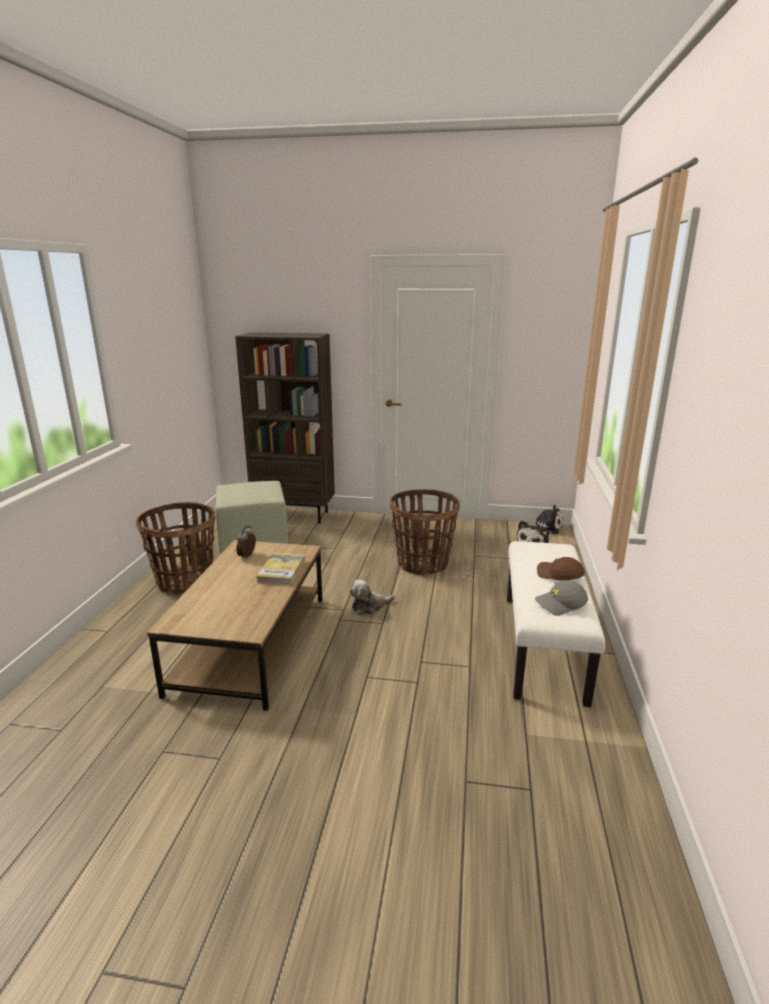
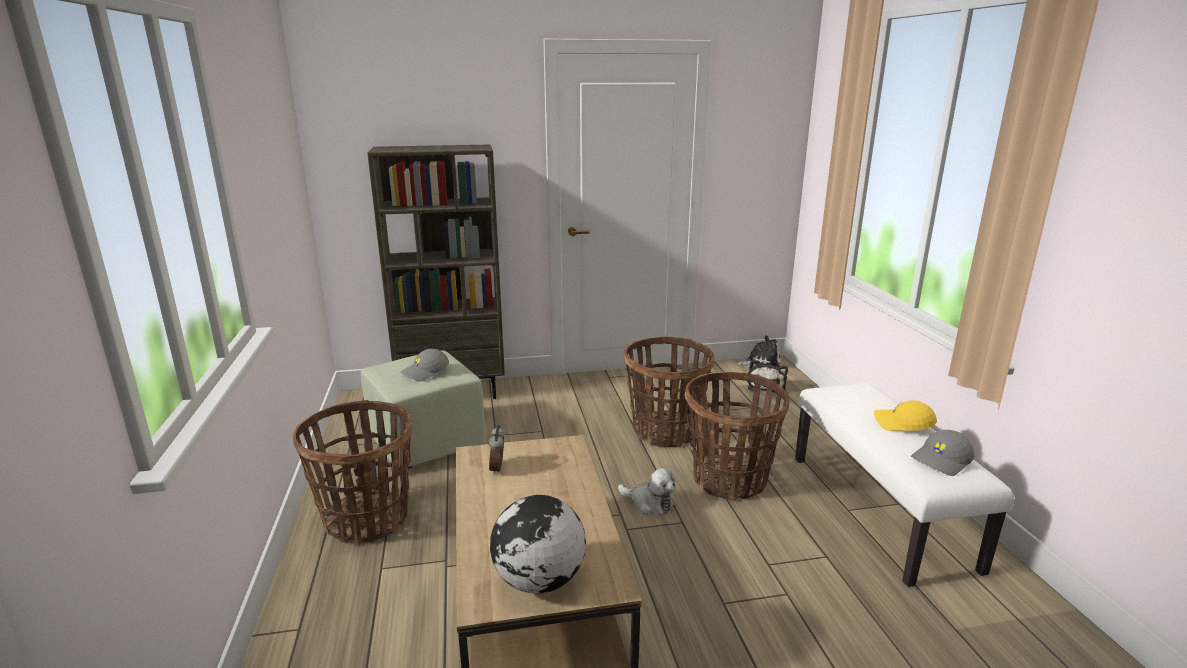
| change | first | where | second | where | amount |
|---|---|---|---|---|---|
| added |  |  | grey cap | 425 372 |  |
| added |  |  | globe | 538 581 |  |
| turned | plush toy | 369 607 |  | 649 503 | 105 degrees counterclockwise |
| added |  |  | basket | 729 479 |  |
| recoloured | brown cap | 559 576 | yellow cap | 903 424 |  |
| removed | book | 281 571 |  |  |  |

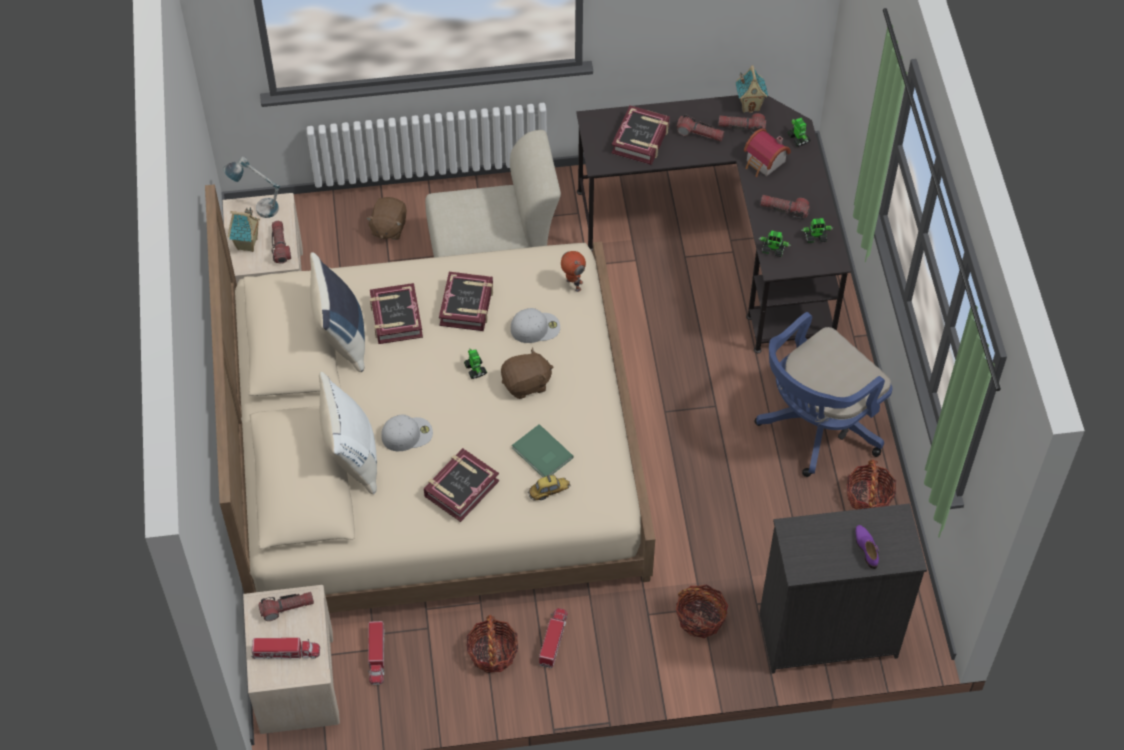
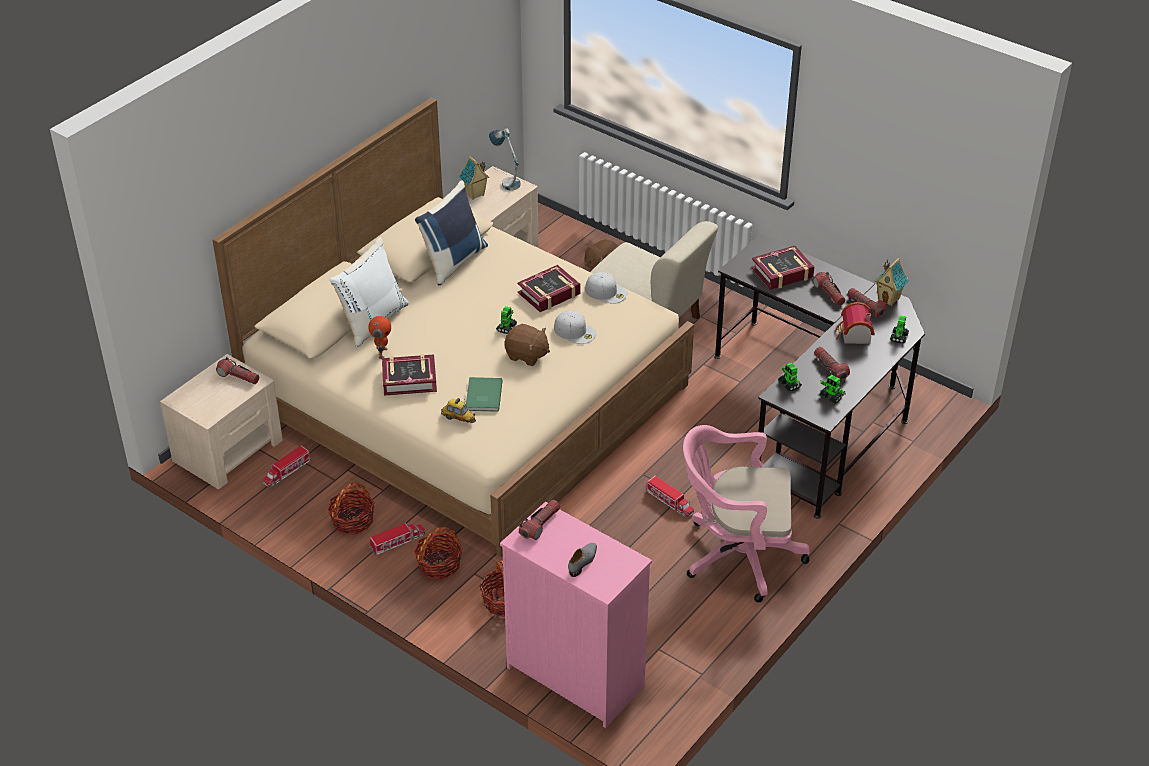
| change | first | where | second | where | amount |
|---|---|---|---|---|---|
| moved | toy robot | 572 285 |  | 382 353 |  |
| moved | basket | 868 497 |  | 439 565 |  |
| recoloured | black dresser | 826 634 | pink dresser | 575 675 |  |
| moved | flashlight | 280 246 |  | 540 524 |  |
| recoloured | purple shoe | 866 548 | grey shoe | 583 561 |  |
| moved | white cap | 407 434 |  | 606 292 |  |
| moved | toy truck | 286 652 |  | 670 502 |  |
| recoloured | blue office chair | 816 427 | pink office chair | 736 555 |  |
| removed | book | 395 318 |  |  |  |

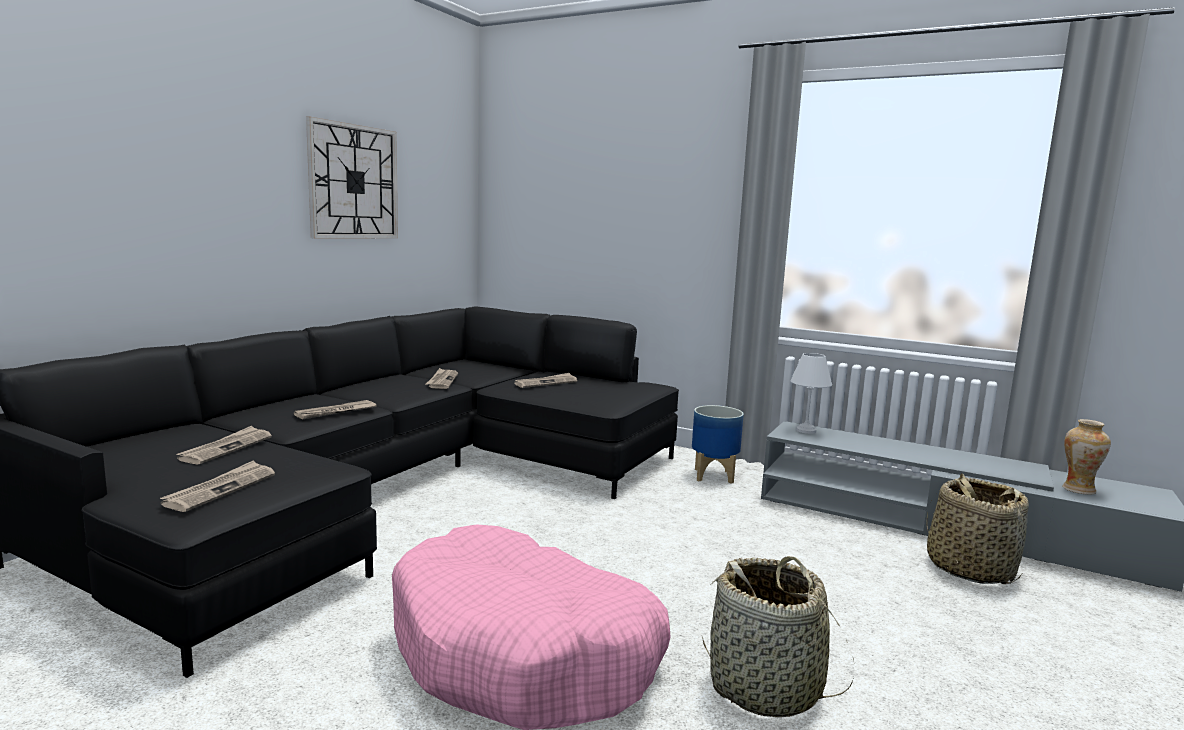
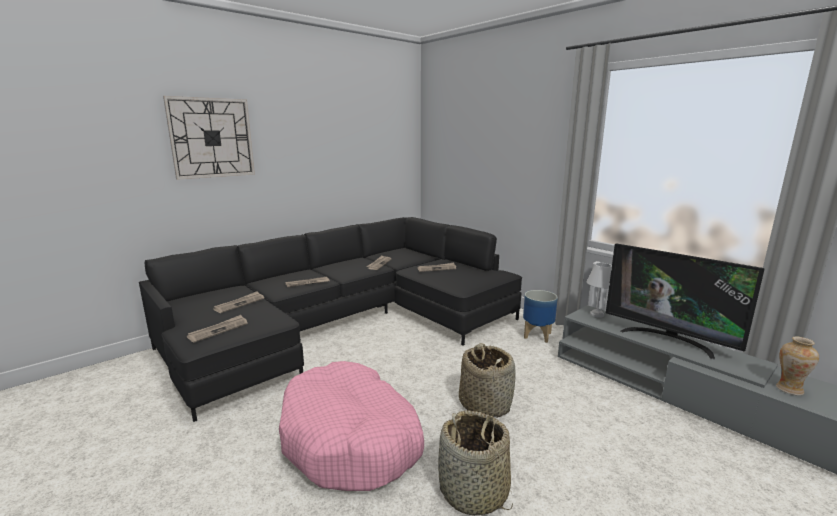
| change | first | where | second | where | amount |
|---|---|---|---|---|---|
| moved | wall clock | 354 182 |  | 212 138 |  |
| moved | basket | 969 568 |  | 485 404 |  |
| added |  |  | television | 668 339 |  |

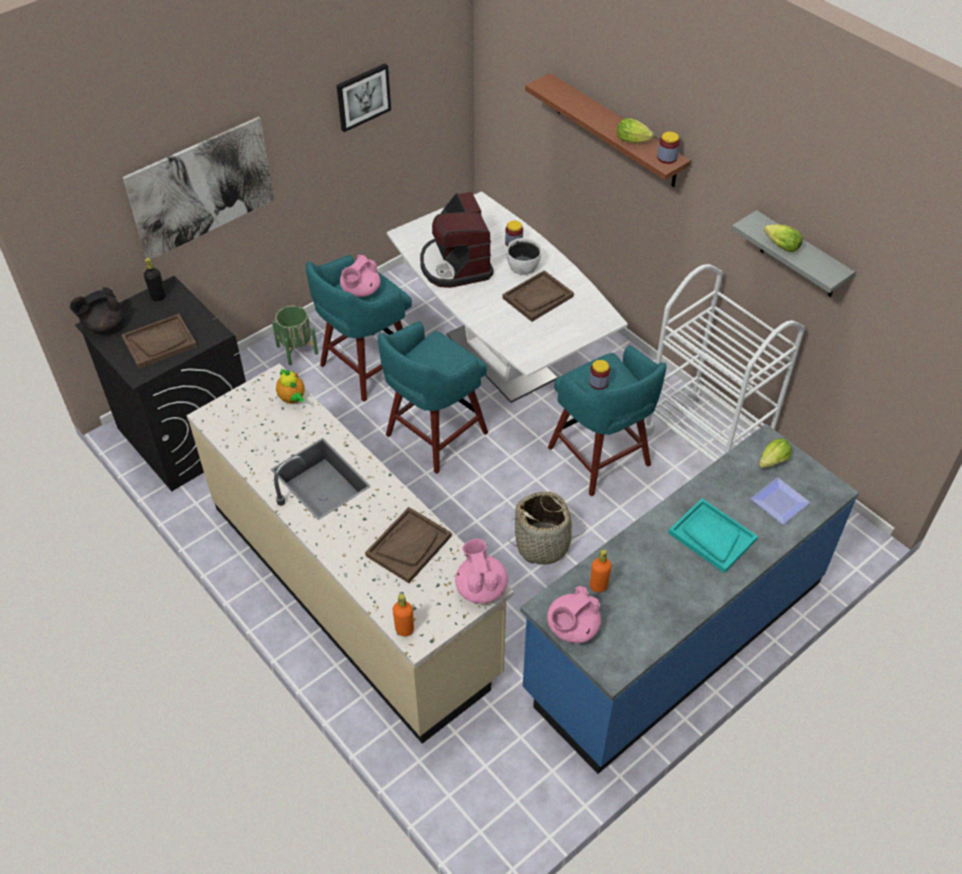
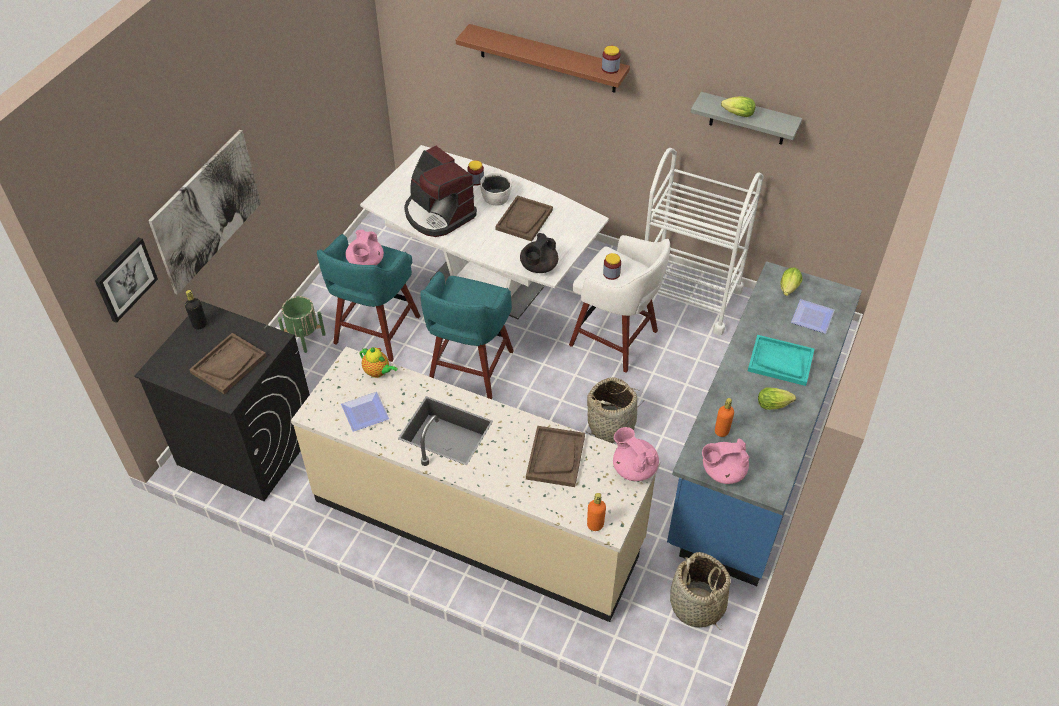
| change | first | where | second | where | amount |
|---|---|---|---|---|---|
| moved | picture | 363 96 |  | 125 279 |  |
| added |  |  | plate | 367 413 |  |
| moved | black teapot | 104 325 |  | 538 267 |  |
| recoloured | turquoise stool | 600 458 | white stool | 616 339 |  |
| added |  |  | basket | 697 605 |  |
| turned | pink teapot | 572 628 |  | 722 471 | 60 degrees clockwise |
| moved | lettuce | 634 141 |  | 775 405 |  |

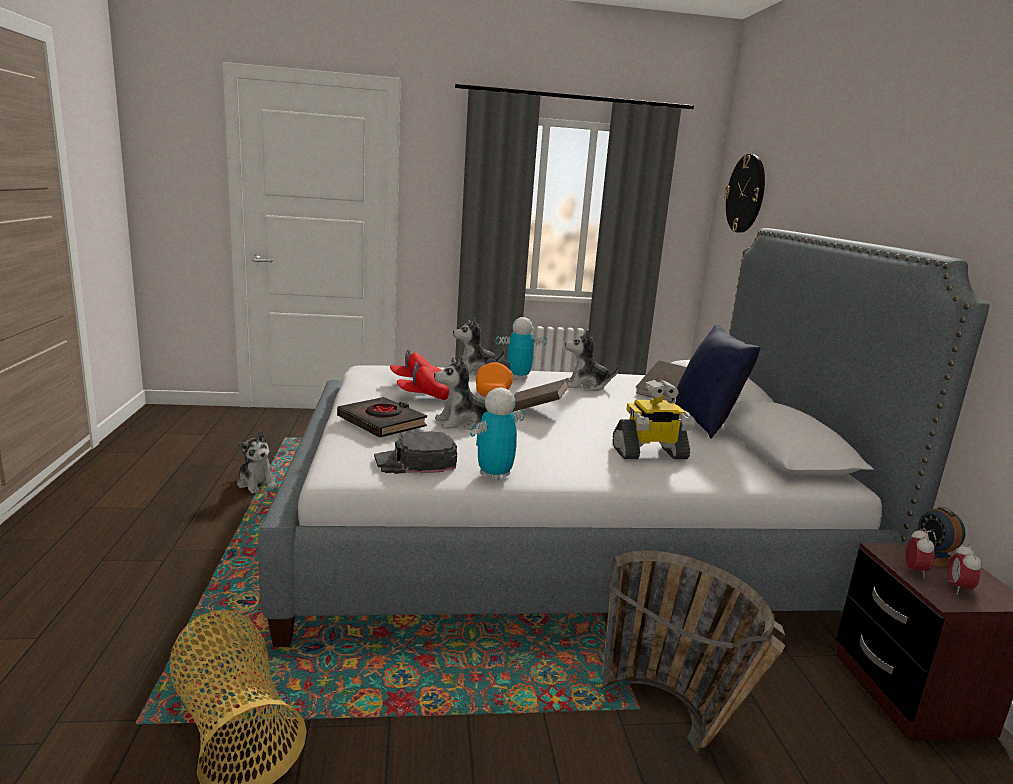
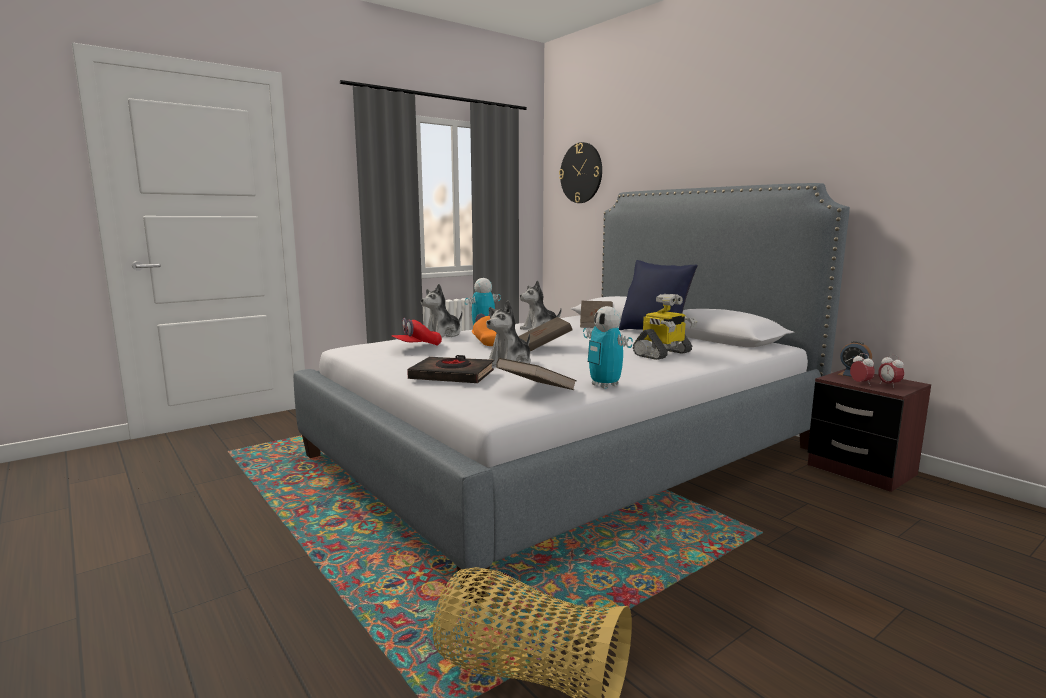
| change | first | where | second | where | amount |
|---|---|---|---|---|---|
| replaced | black cap | 416 462 | brown book | 536 391 |  |
| turned | toy robot | 494 475 |  | 605 385 | 45 degrees counterclockwise |
| removed | plush toy | 257 483 |  |  |  |
| removed | red cap | 425 396 |  |  |  |
| removed | basket | 678 725 |  |  |  |

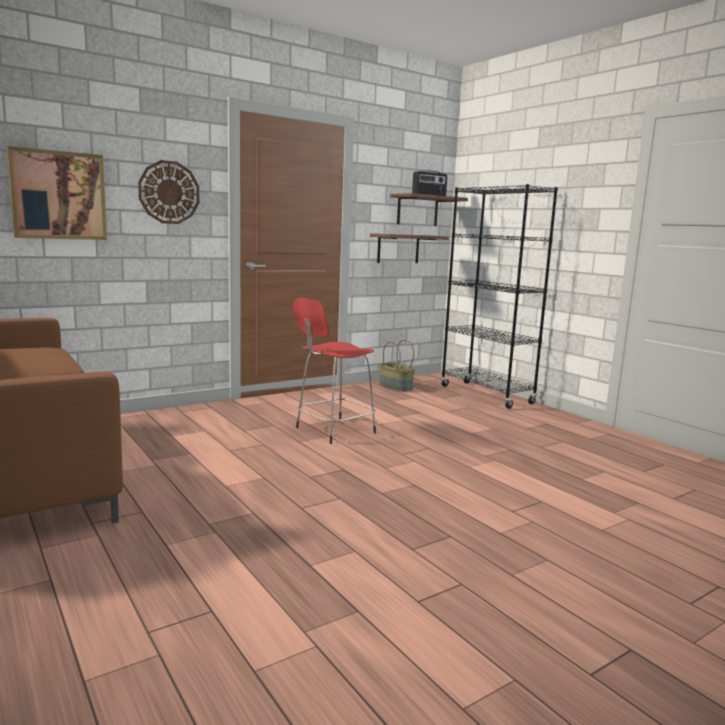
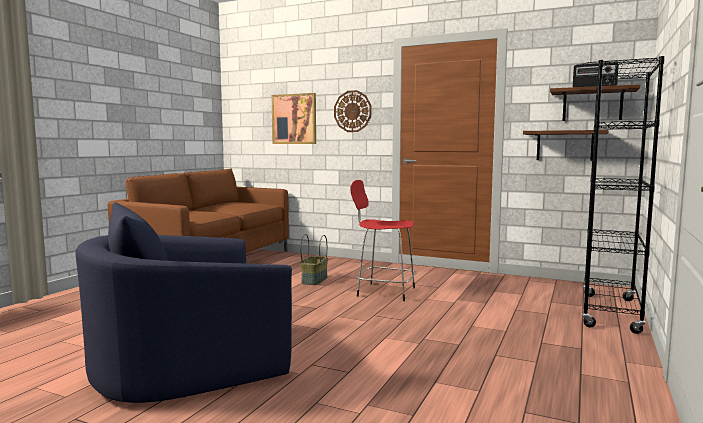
| change | first | where | second | where | amount |
|---|---|---|---|---|---|
| added |  |  | blue armchair | 188 365 |  |
| moved | basket | 395 387 |  | 314 280 |  |

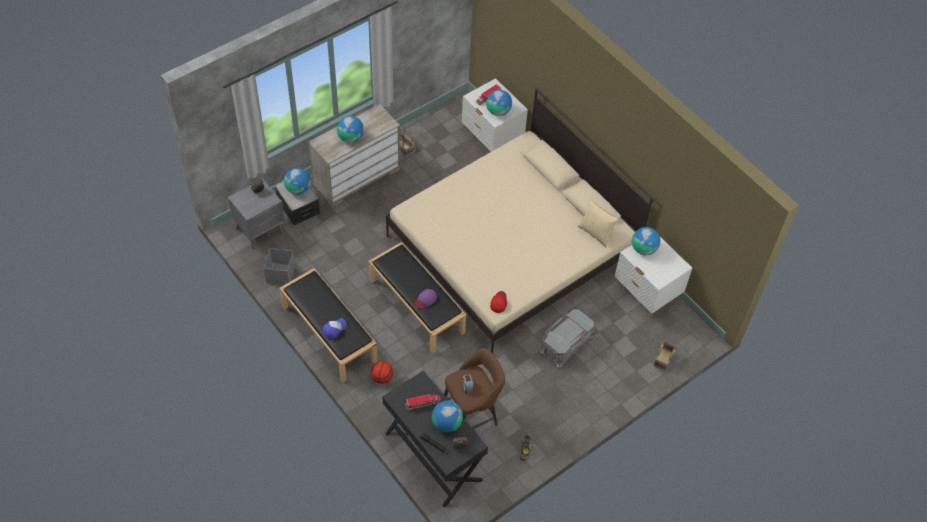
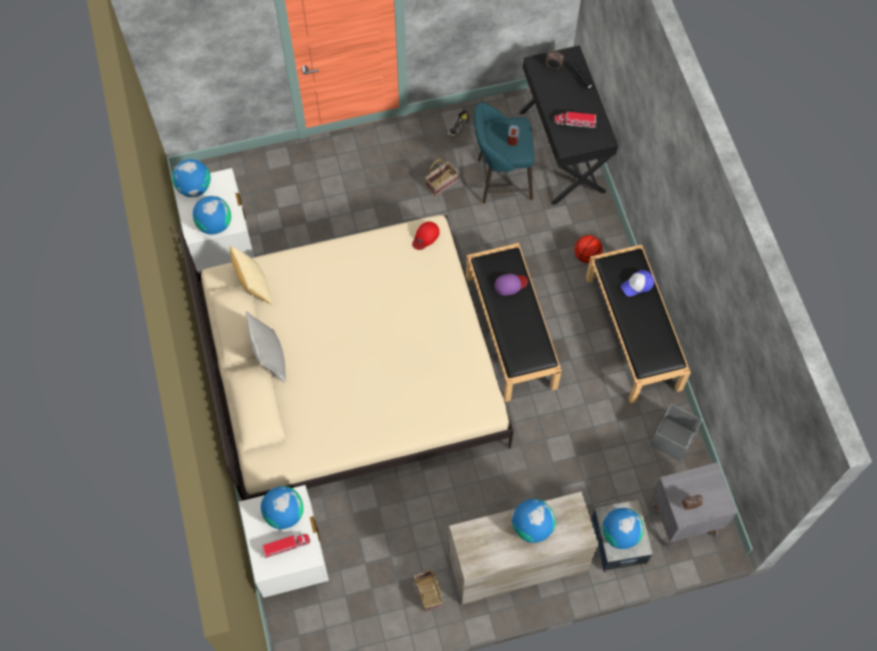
| change | first | where | second | where | amount |
|---|---|---|---|---|---|
| moved | globe | 446 423 |  | 194 187 |  |
| added |  |  | grey pillow | 270 358 |  |
| moved | basket | 663 360 |  | 442 183 |  |
| recoloured | brown stool | 472 414 | turquoise stool | 500 180 |  |
| removed | grey storage box | 566 345 |  |  |  |

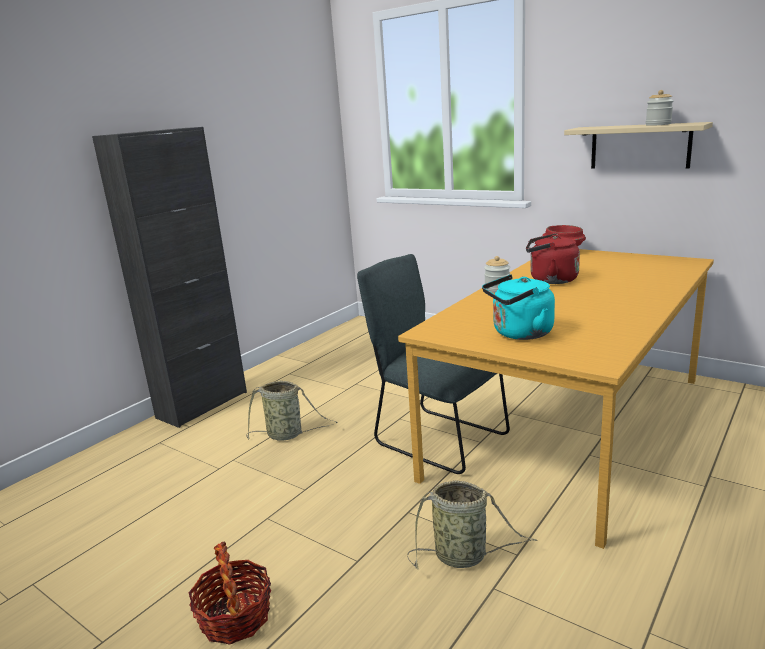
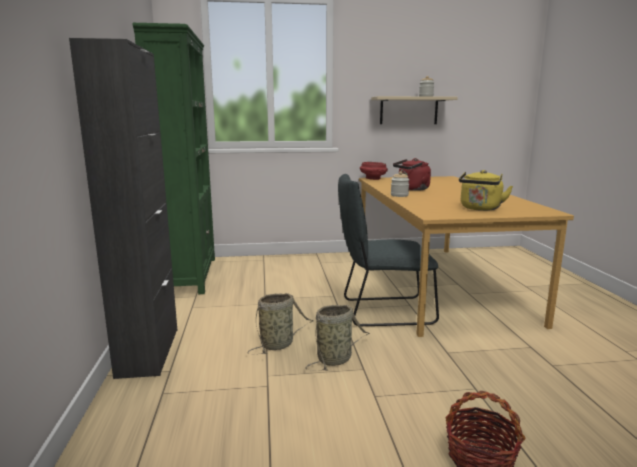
| change | first | where | second | where | amount |
|---|---|---|---|---|---|
| added |  |  | green bookcase | 190 275 |  |
| moved | basket | 464 556 |  | 336 359 |  |
| recoloured | turquoise kettle | 519 334 | yellow kettle | 480 209 |  |

